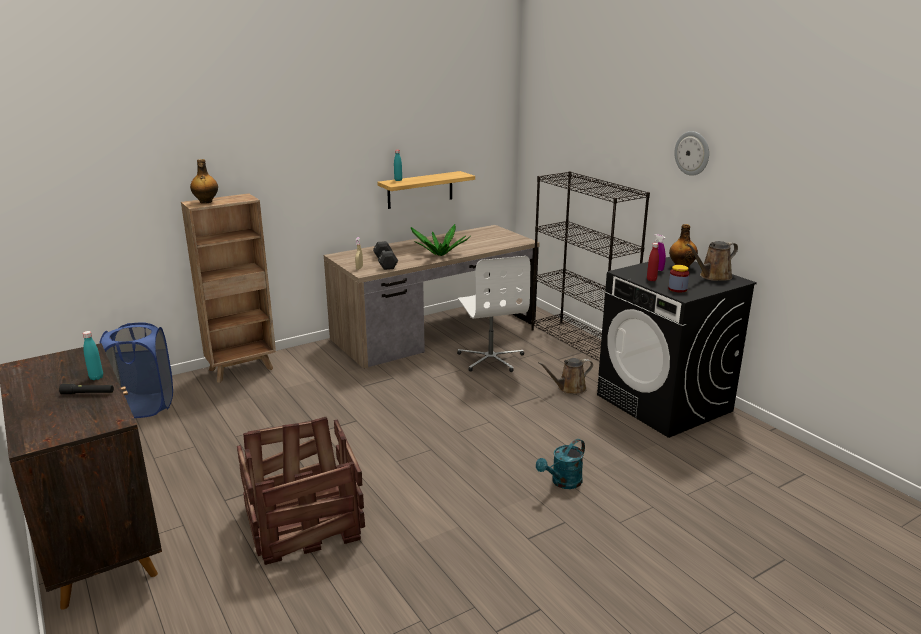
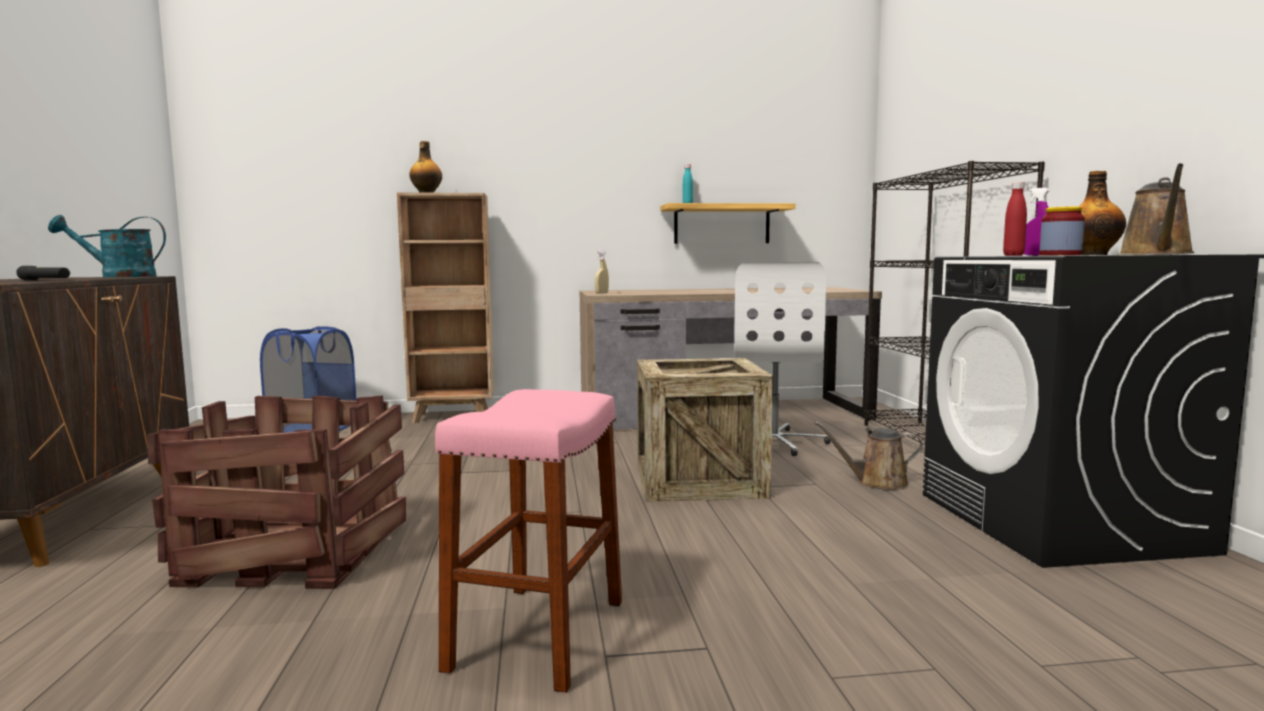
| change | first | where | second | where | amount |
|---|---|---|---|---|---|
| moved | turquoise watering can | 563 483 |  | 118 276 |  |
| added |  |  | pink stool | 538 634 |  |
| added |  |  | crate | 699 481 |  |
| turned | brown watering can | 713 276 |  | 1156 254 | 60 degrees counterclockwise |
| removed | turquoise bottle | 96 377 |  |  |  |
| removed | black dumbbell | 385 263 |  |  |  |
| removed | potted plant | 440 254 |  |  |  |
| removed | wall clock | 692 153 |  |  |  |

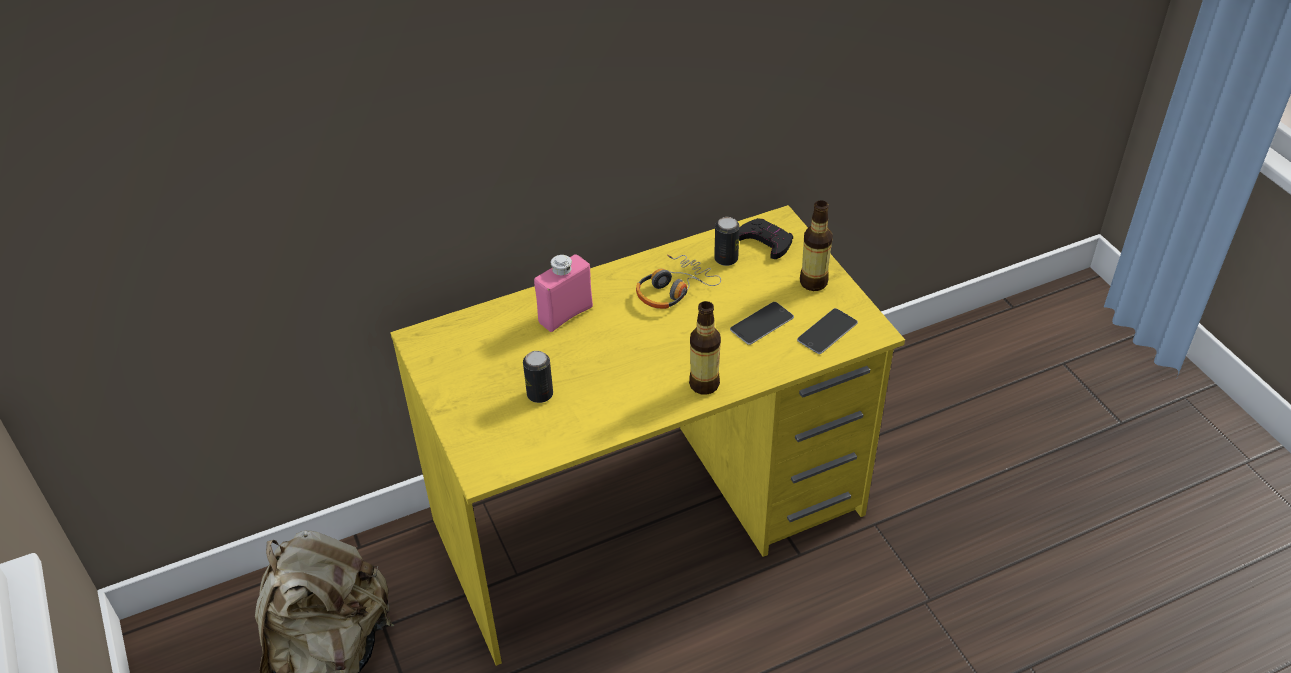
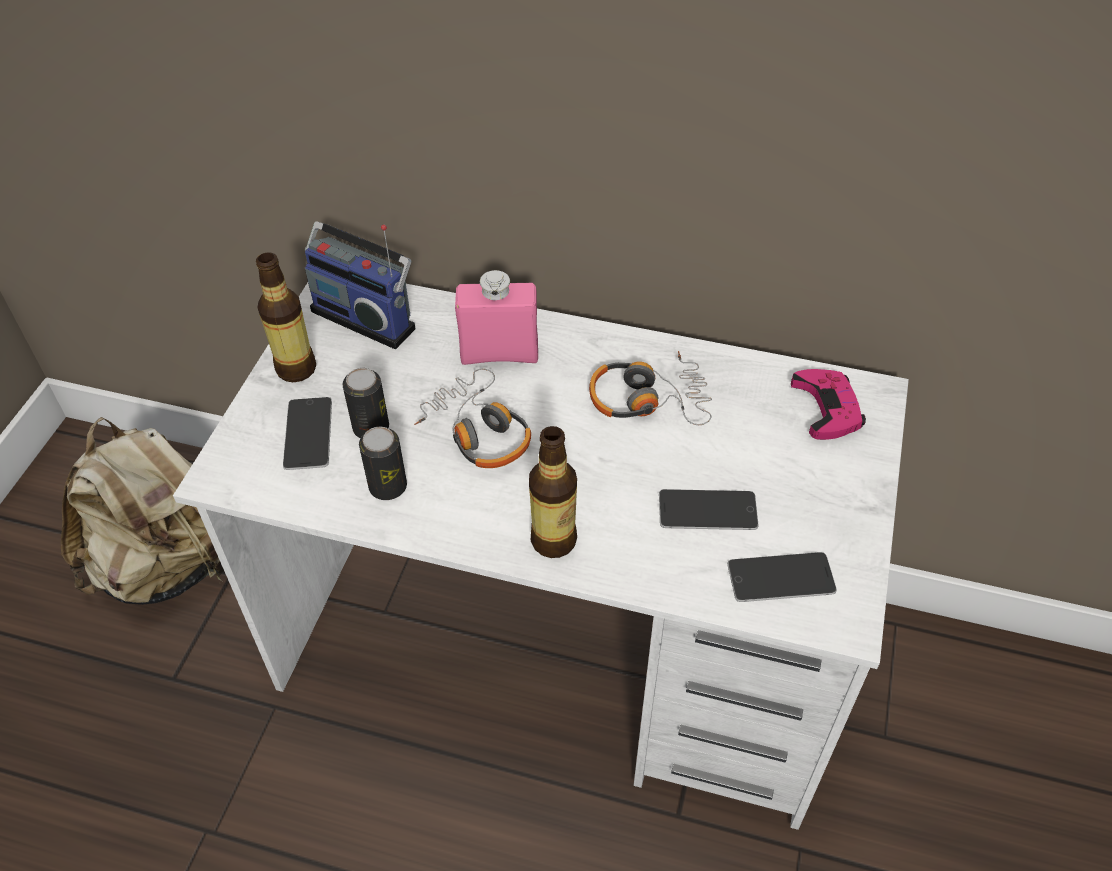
| change | first | where | second | where | amount |
|---|---|---|---|---|---|
| recoloured | yellow desk | 649 519 | white desk | 560 650 |  |
| moved | bottle | 813 282 |  | 296 369 |  |
| added |  |  | phone | 308 433 |  |
| added |  |  | radio | 366 316 |  |
| moved | can | 726 259 |  | 388 487 |  |
| added |  |  | headphones | 478 431 |  |
| recoloured | black game controller | 765 241 | pink game controller | 827 408 |  |

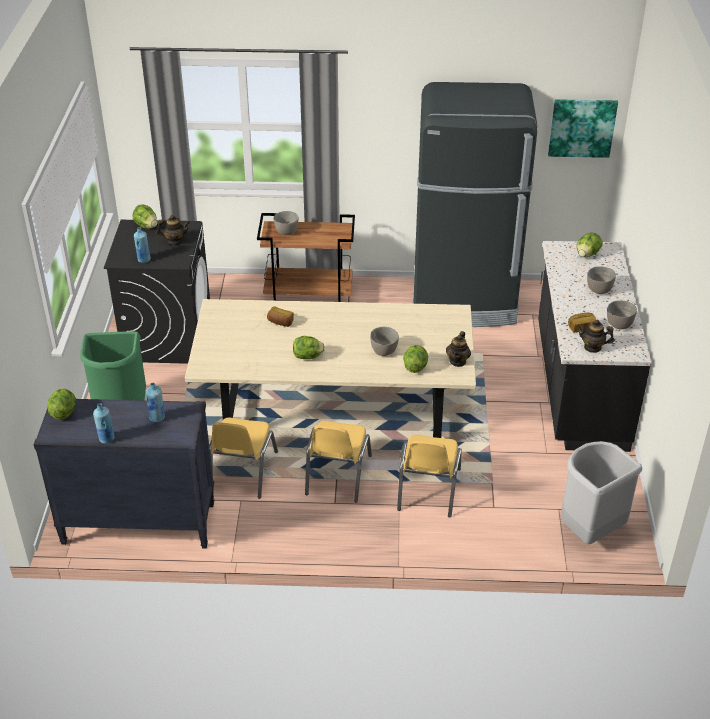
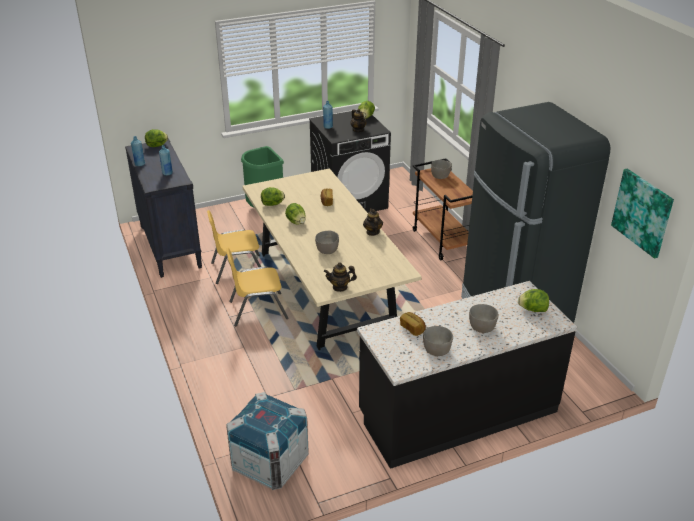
| change | first | where | second | where | amount |
|---|---|---|---|---|---|
| replaced | grey trash can | 589 530 | crate | 270 462 |  |
| moved | lettuce | 415 366 |  | 273 204 |  |
| moved | teapot | 592 347 |  | 372 232 |  |
| removed | yellow chair | 428 490 |  |  |  |

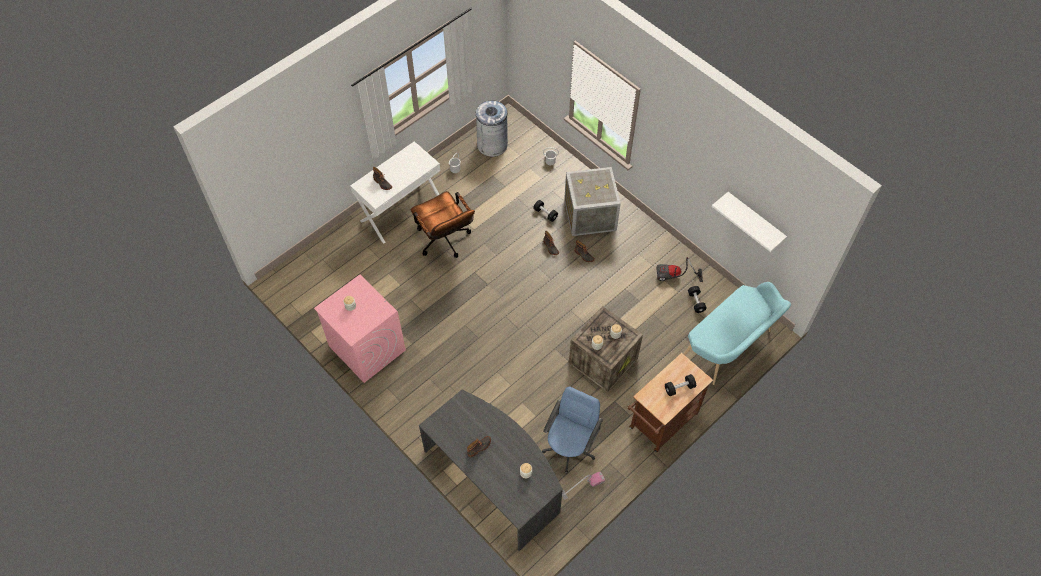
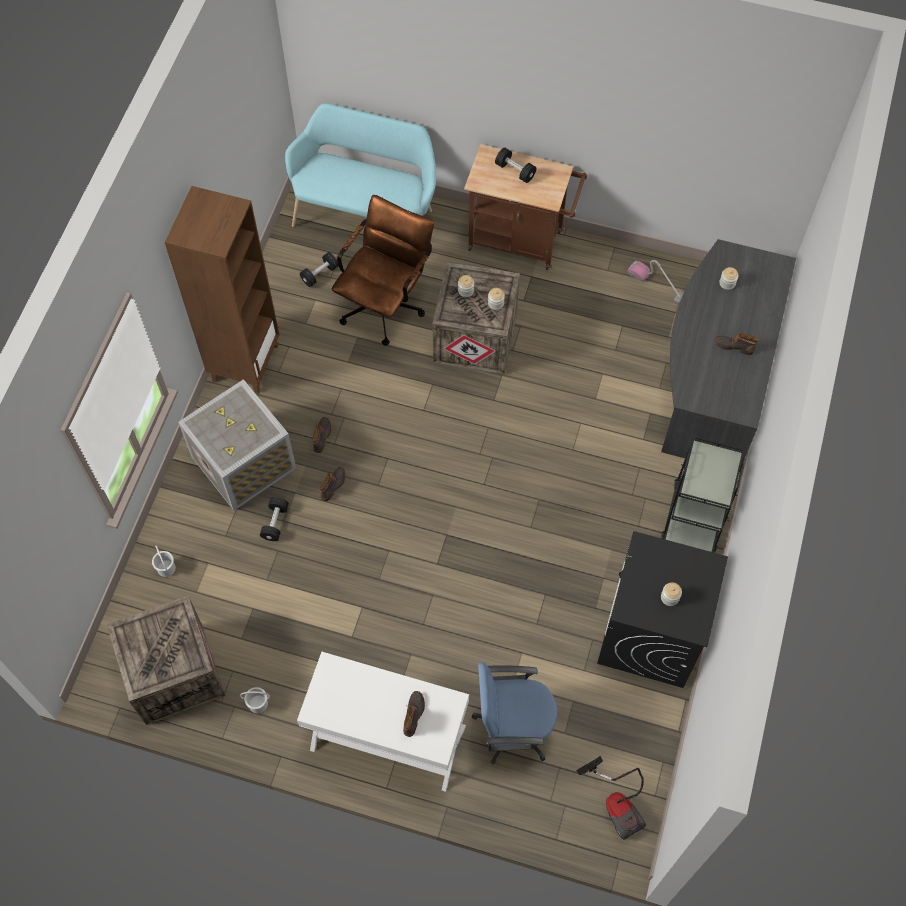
| change | first | where | second | where | amount |
|---|---|---|---|---|---|
| replaced | grey trash can | 492 145 | crate | 176 674 |  |
| added |  |  | brown bookcase | 245 362 |  |
| moved | brown office chair | 445 242 |  | 386 303 |  |
| moved | blue office chair | 570 447 |  | 513 726 |  |
| moved | vacuum cleaner | 674 277 |  | 618 804 |  |
| recoloured | pink washing machine | 366 348 | black washing machine | 650 634 |  |
| added |  |  | black cart | 694 517 |  |
| removed | white shelf | 755 219 |  |  |  |

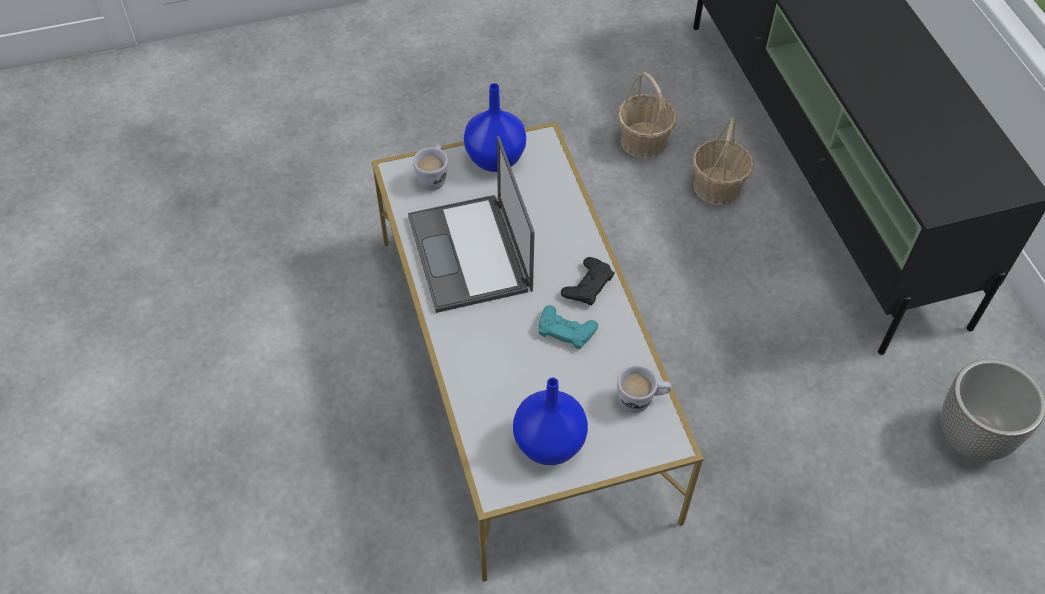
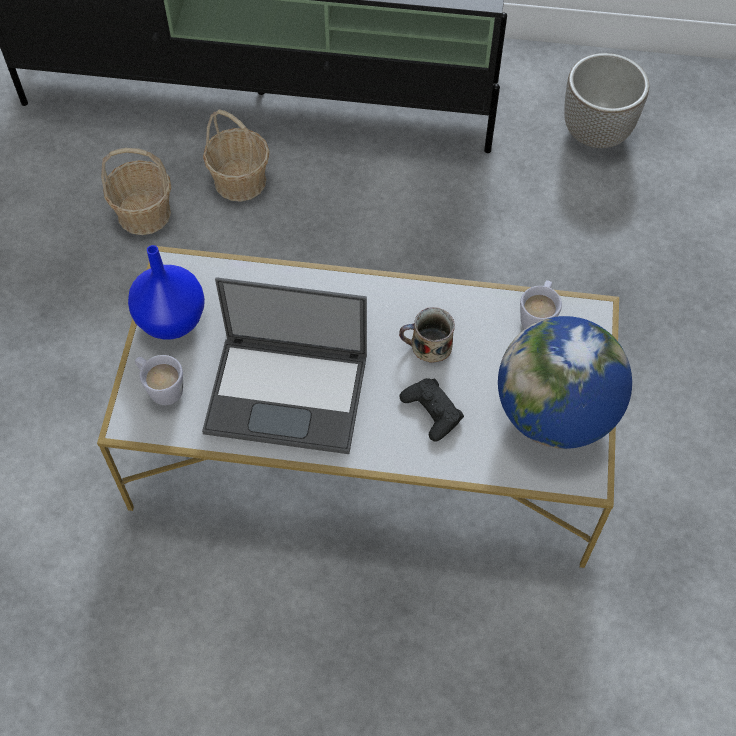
| change | first | where | second | where | amount |
|---|---|---|---|---|---|
| replaced | turquoise game controller | 566 330 | mug | 429 346 |  |
| moved | black game controller | 587 285 |  | 431 411 |  |
| replaced | blue vase | 549 445 | globe | 555 413 |  |

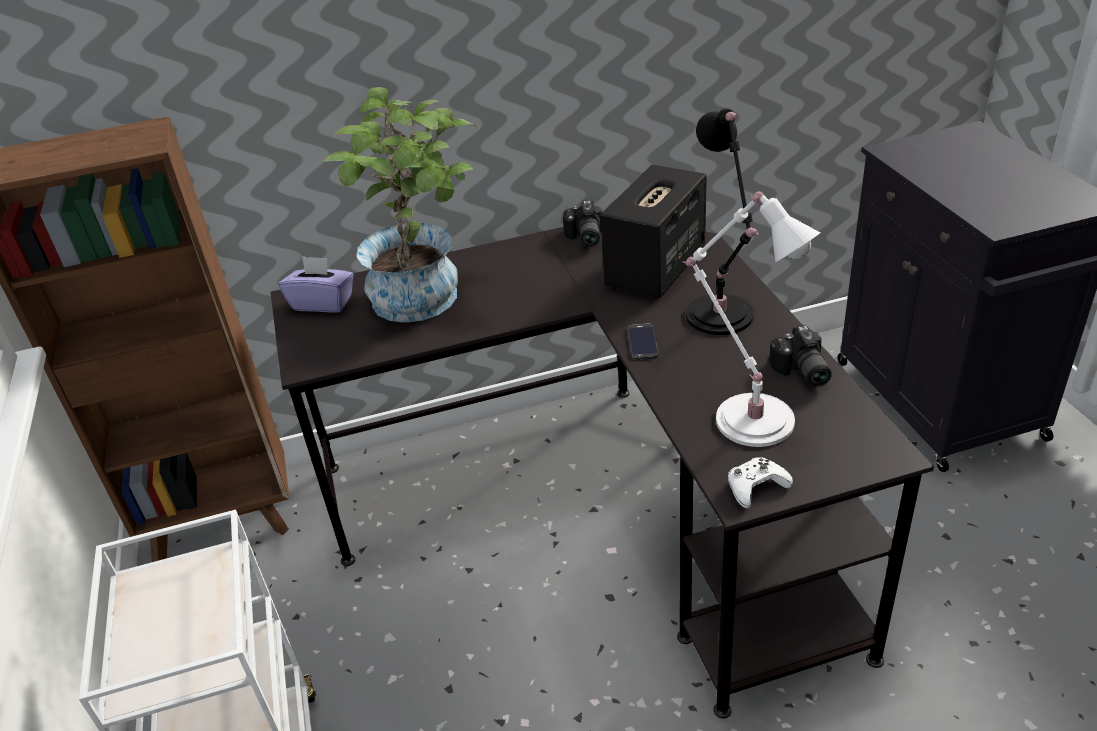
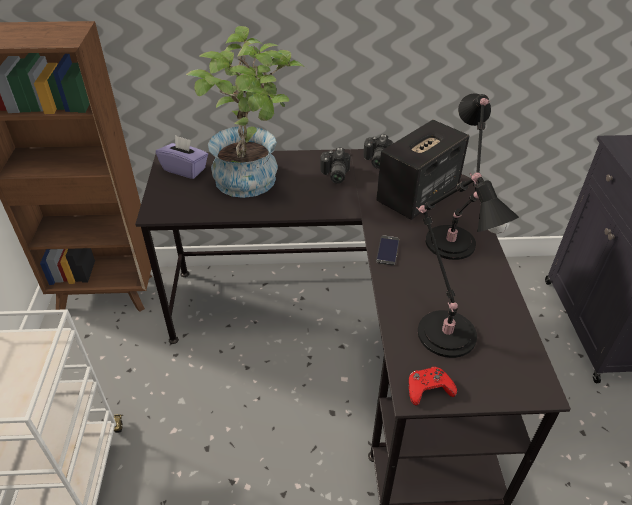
| change | first | where | second | where | amount |
|---|---|---|---|---|---|
| moved | photo camera | 801 372 |  | 334 175 |  |
| recoloured | white game controller | 756 487 | red game controller | 428 389 |  |
| recoloured | white table lamp | 749 417 | black table lamp | 443 330 |  |

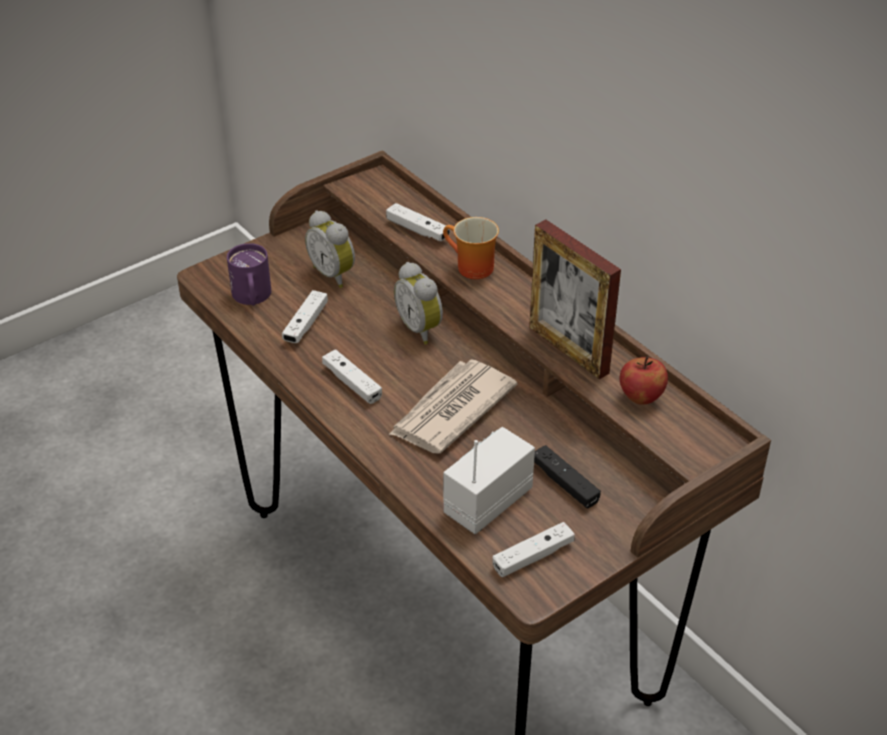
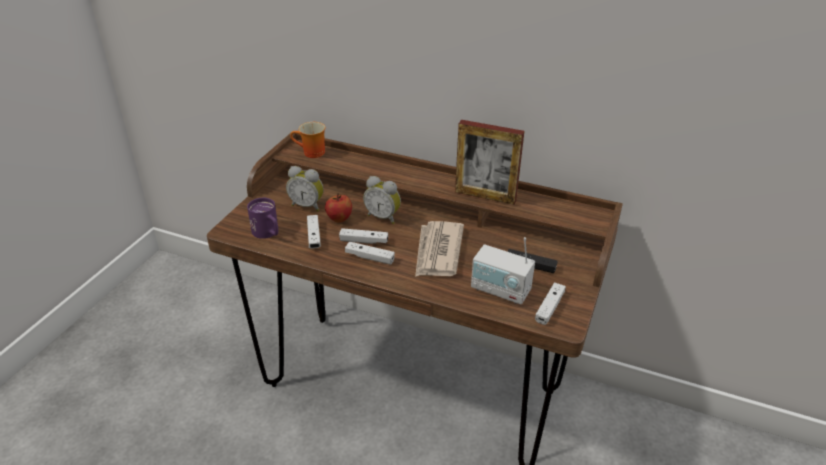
| change | first | where | second | where | amount |
|---|---|---|---|---|---|
| moved | mug | 470 268 |  | 311 153 |  |
| moved | apple | 641 397 |  | 339 219 |  |
| moved | white game controller | 417 230 |  | 364 241 |  |
| turned | radio | 487 502 |  | 500 290 | 75 degrees counterclockwise |

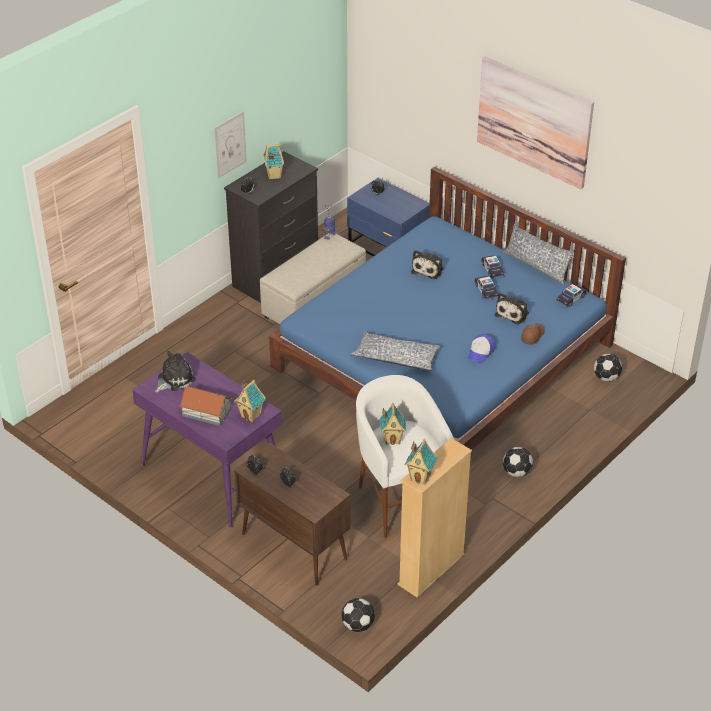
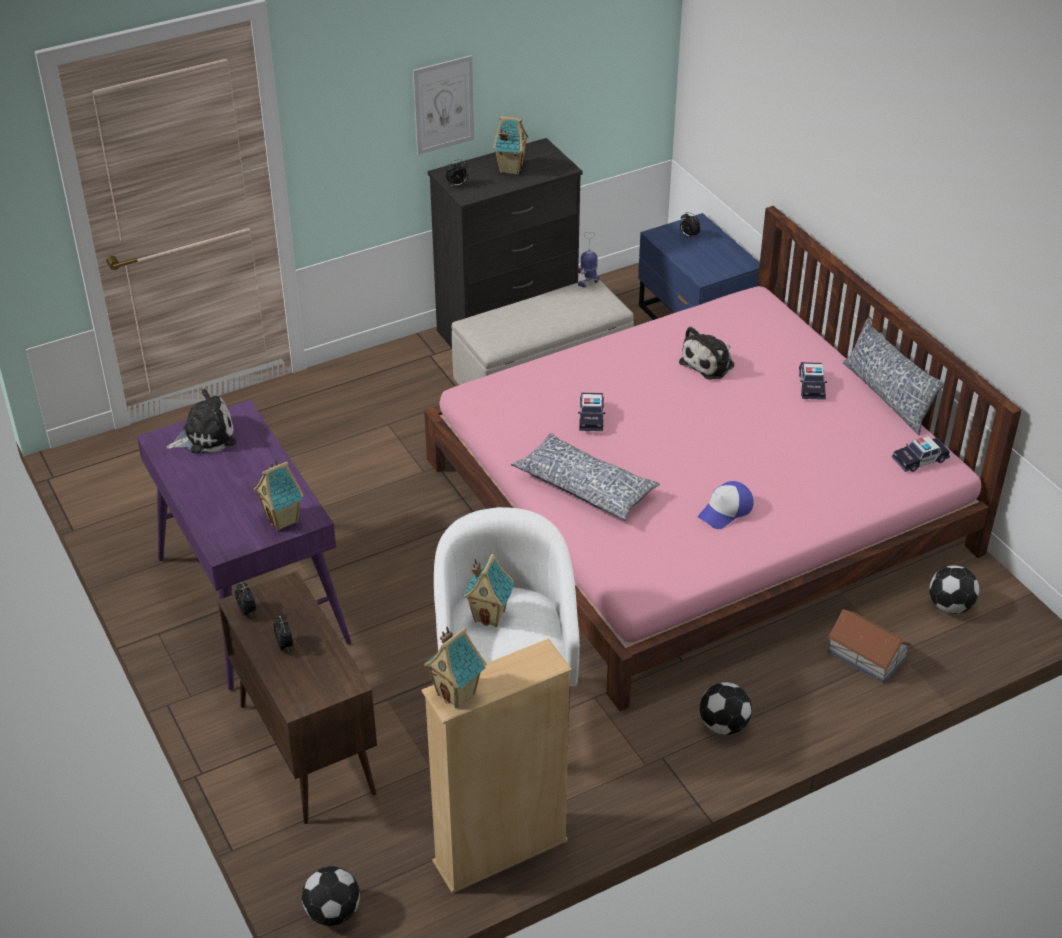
| change | first | where | second | where | amount |
|---|---|---|---|---|---|
| recoloured | blue bed | 443 355 | pink bed | 697 504 |  |
| moved | toy car | 486 290 |  | 591 417 |  |
| moved | toy house | 206 411 |  | 866 654 |  |
| removed | picture | 534 121 |  |  |  |
| removed | plush toy | 513 313 |  |  |  |
| removed | brown cap | 532 335 |  |  |  |

